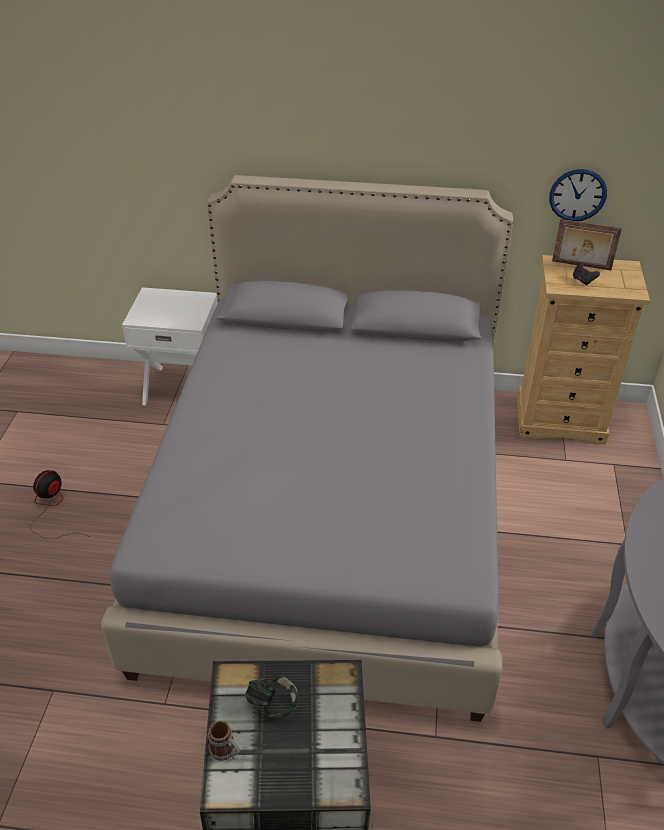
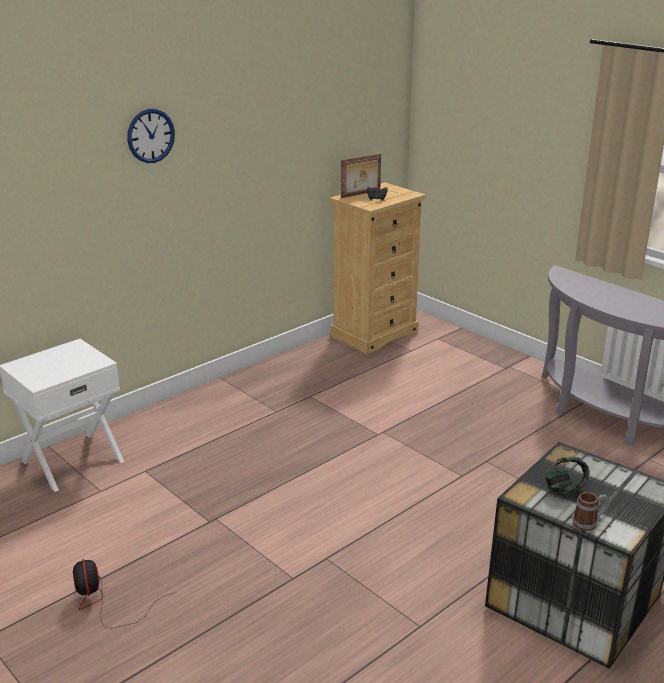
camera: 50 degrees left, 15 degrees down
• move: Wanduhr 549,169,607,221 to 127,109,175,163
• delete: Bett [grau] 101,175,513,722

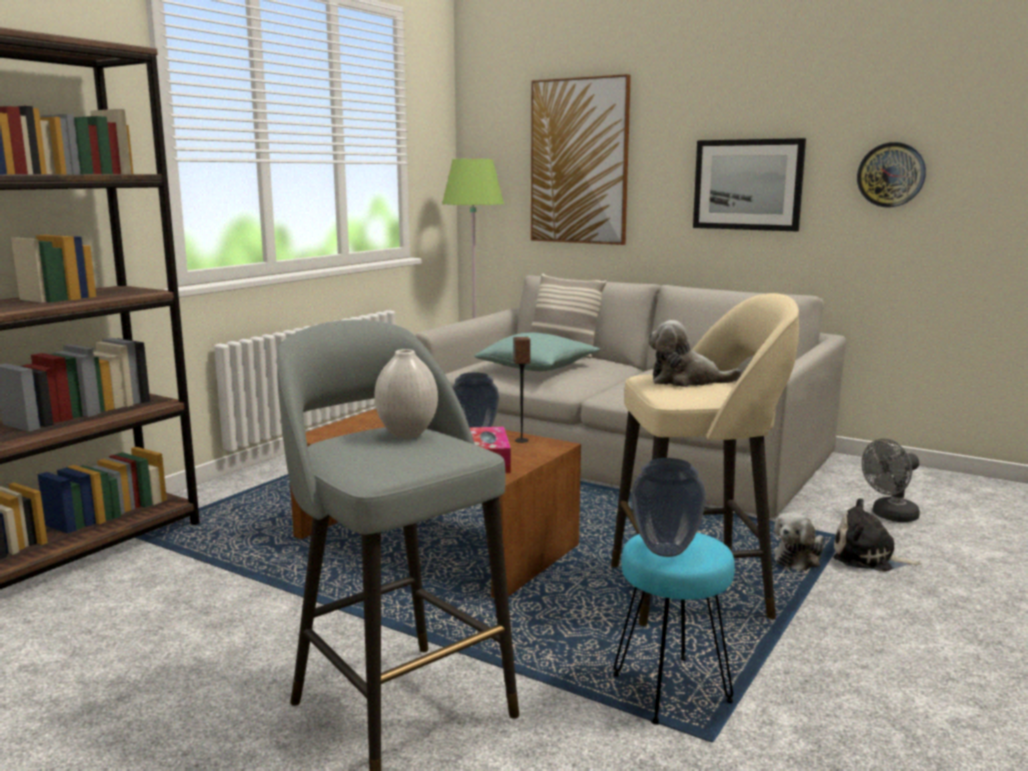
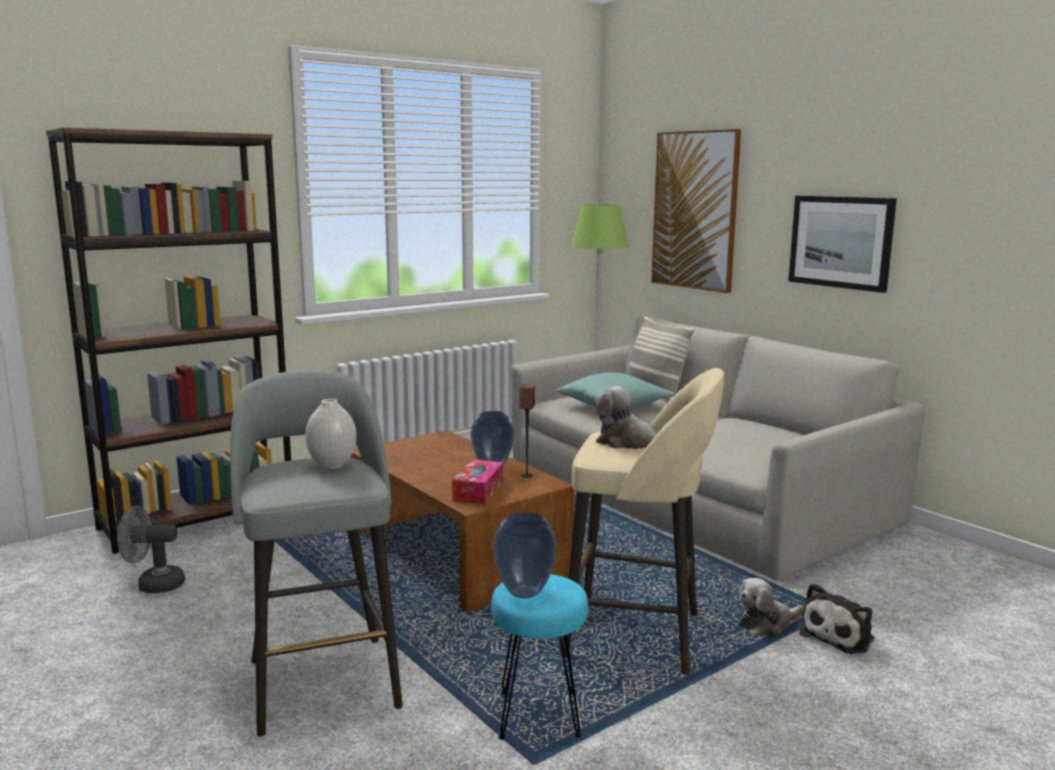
camera: 20 degrees right, 0 degrees up
• delete: Wanduhr 857,142,926,207
• move: Ventilator [grau] 862,439,920,522 to 117,506,185,593
• rotate: Plüschtier 833,498,922,572 = 800,583,874,654 90 degrees counterclockwise

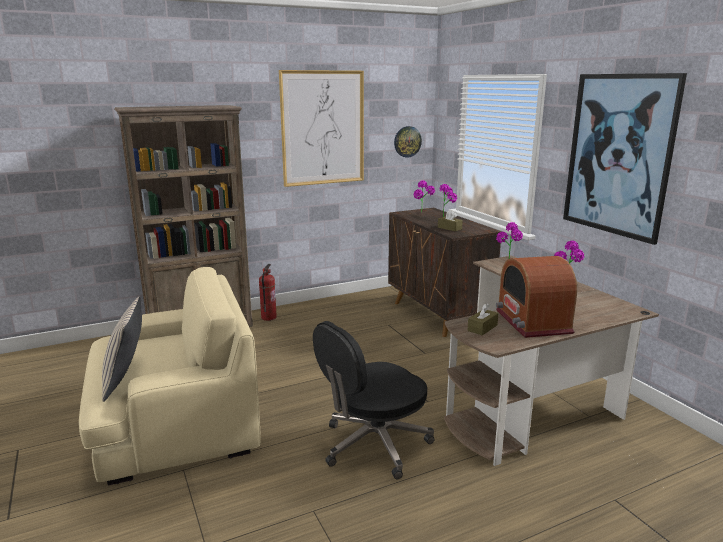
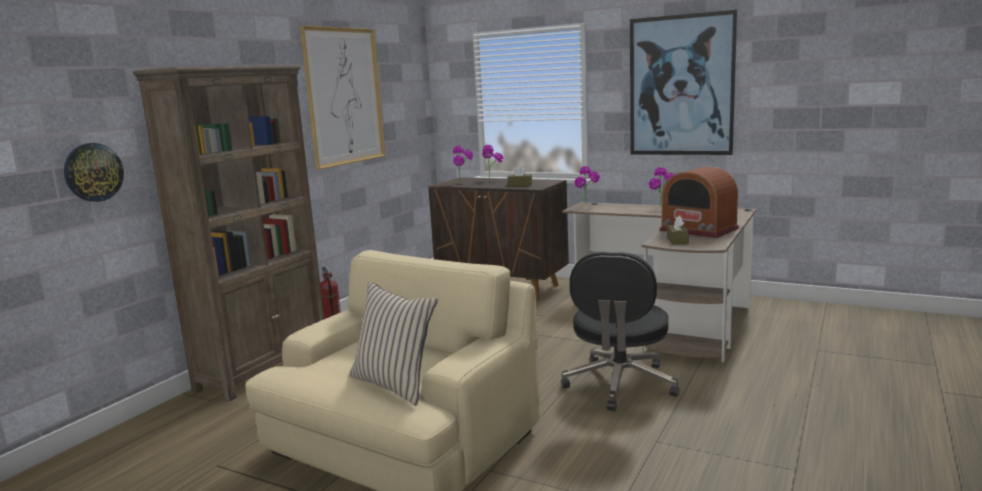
camera: 35 degrees left, 5 degrees down
• move: Wanduhr 394,126,422,158 to 64,143,124,202

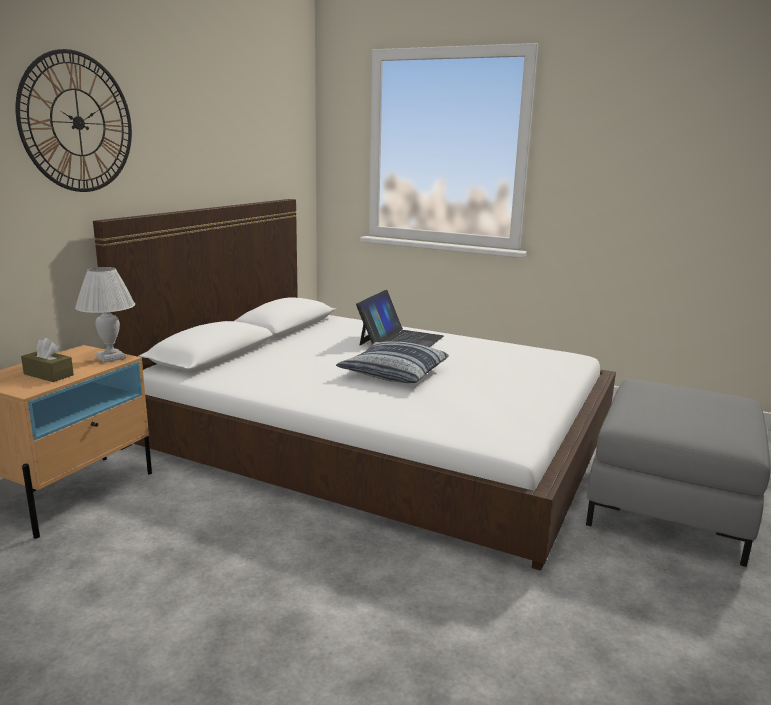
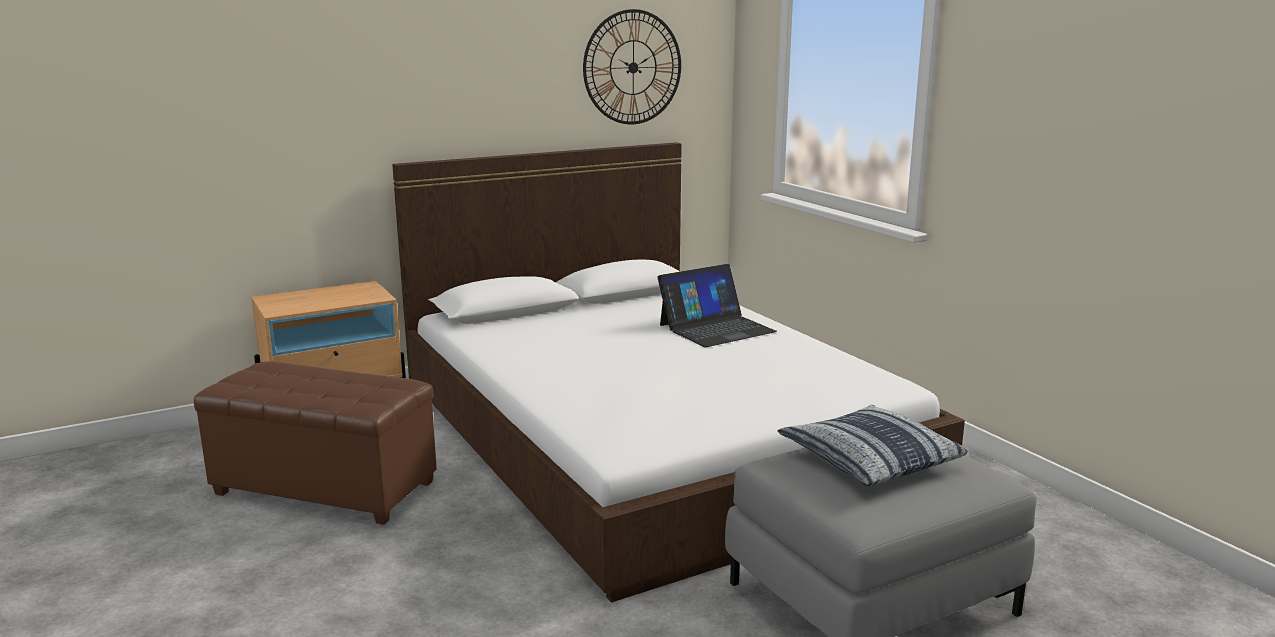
camera: 35 degrees right, 0 degrees up
• move: Wanduhr 16,49,132,192 to 583,9,681,124
• delete: Tischlampe [weiß] 75,267,135,363
• delete: Taschentuchbox [braun] 21,338,74,382
• move: Kissen 336,342,448,383 to 777,405,968,486
• insert: Polsterhocker [braun] 194,361,437,525

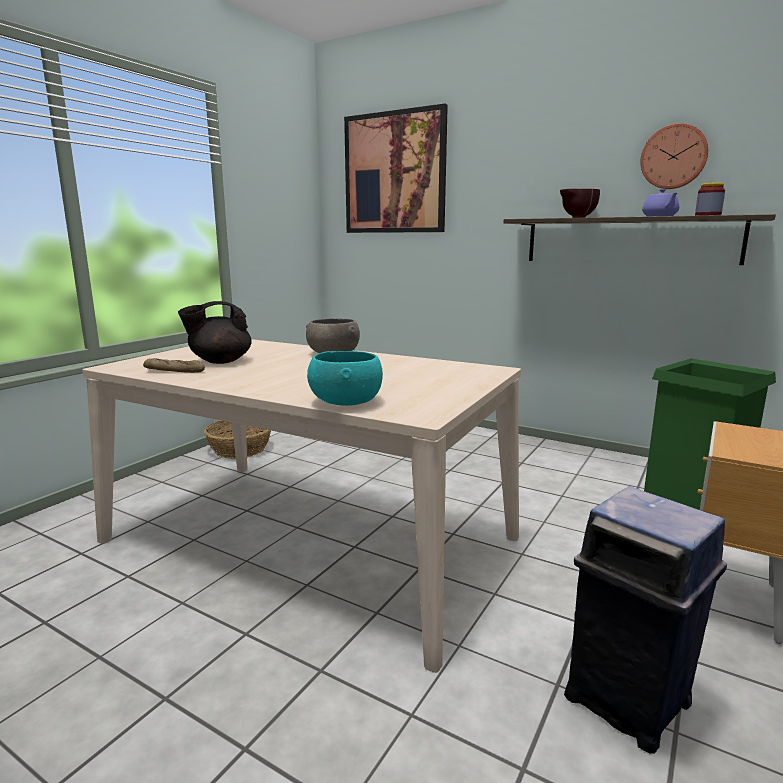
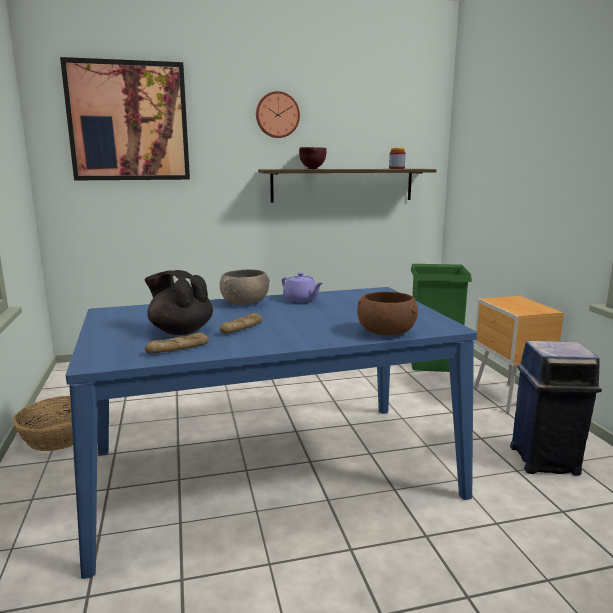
camera: 45 degrees left, 0 degrees up
• move: Wanduhr 640,123,709,189 to 256,91,300,138
• move: Teekanne [lila] 642,189,679,216 to 282,272,323,302
• rotate: Teekanne [schwarz] 178,301,252,364 = 144,270,213,335 105 degrees clockwise
• recolor: Esstisch [beige] 82,339,521,673 to Esstisch [blau] 66,287,477,579
• recolor: Schüssel [türkis] 307,351,383,406 to Schüssel [braun] 357,292,418,335
• insert: Brot 220,313,262,333

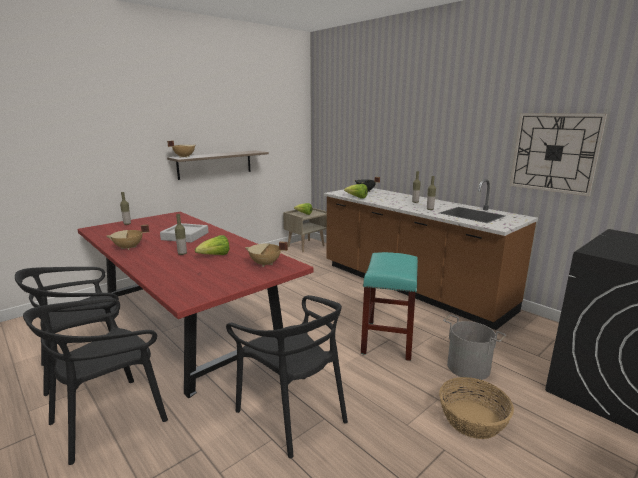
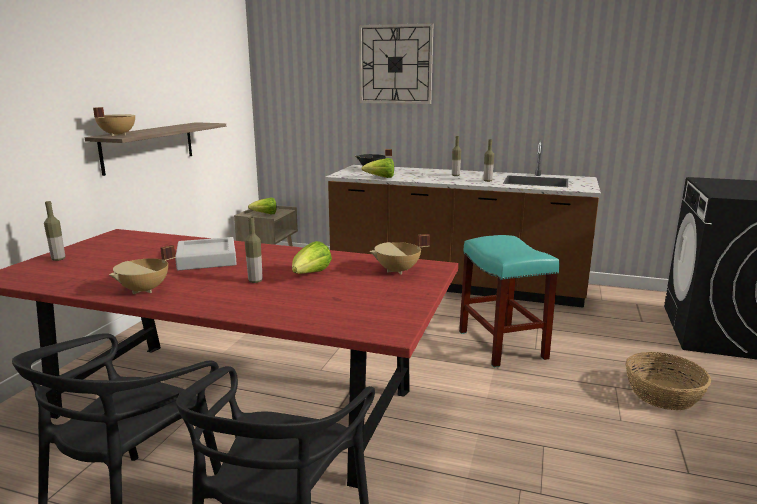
camera: 30 degrees left, 0 degrees up
• move: Wanduhr 510,113,607,196 to 359,23,434,104
• delete: Stuhl [schwarz] 226,295,348,458
• delete: Eimer [grau] 443,315,506,380

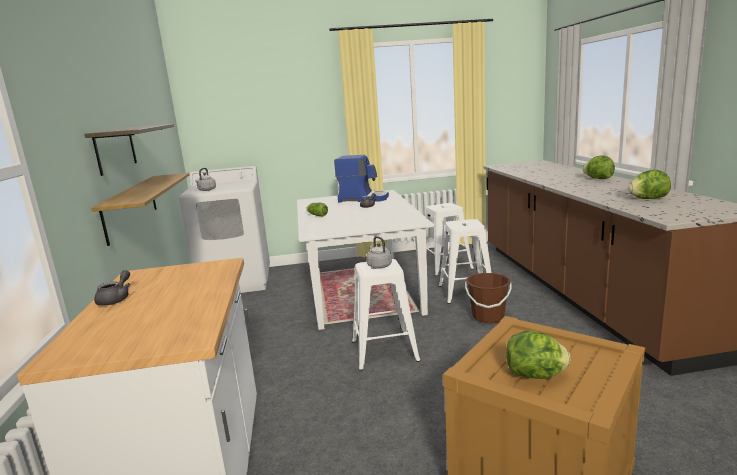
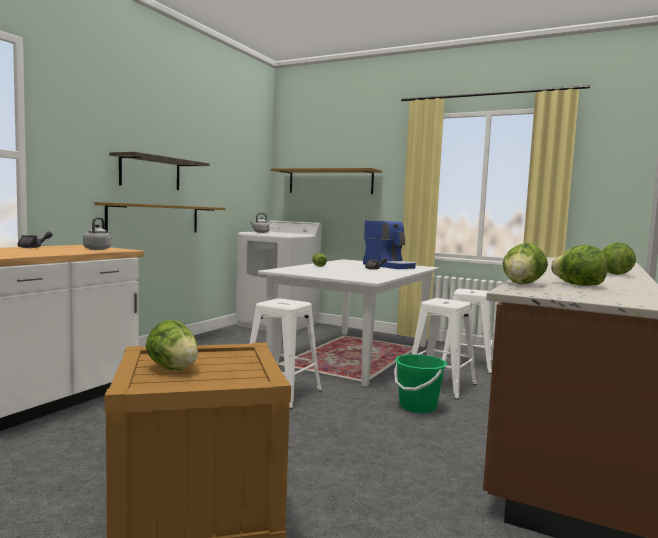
camera: 35 degrees right, 10 degrees down
• move: Wasserkessel [grau] 367,236,392,268 to 83,217,111,250
• recolor: Eimer [braun] 465,273,511,323 to Eimer [grün] 394,354,447,413
• insert: Wandregal 270,168,382,194
• insert: Salatkopf 503,243,548,284

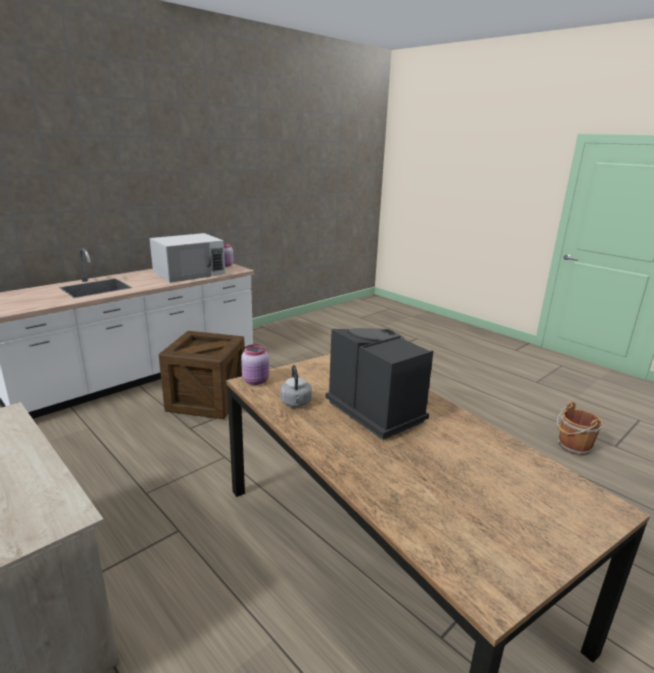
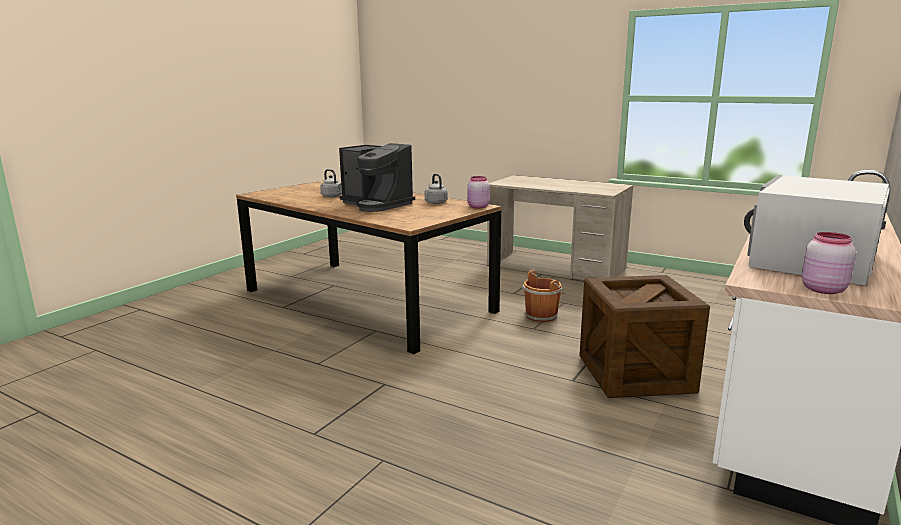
camera: 165 degrees right, 5 degrees down
• move: Eimer [braun] 557,402,603,455 to 522,271,565,322
• insert: Wasserkessel [grau] 320,169,342,197

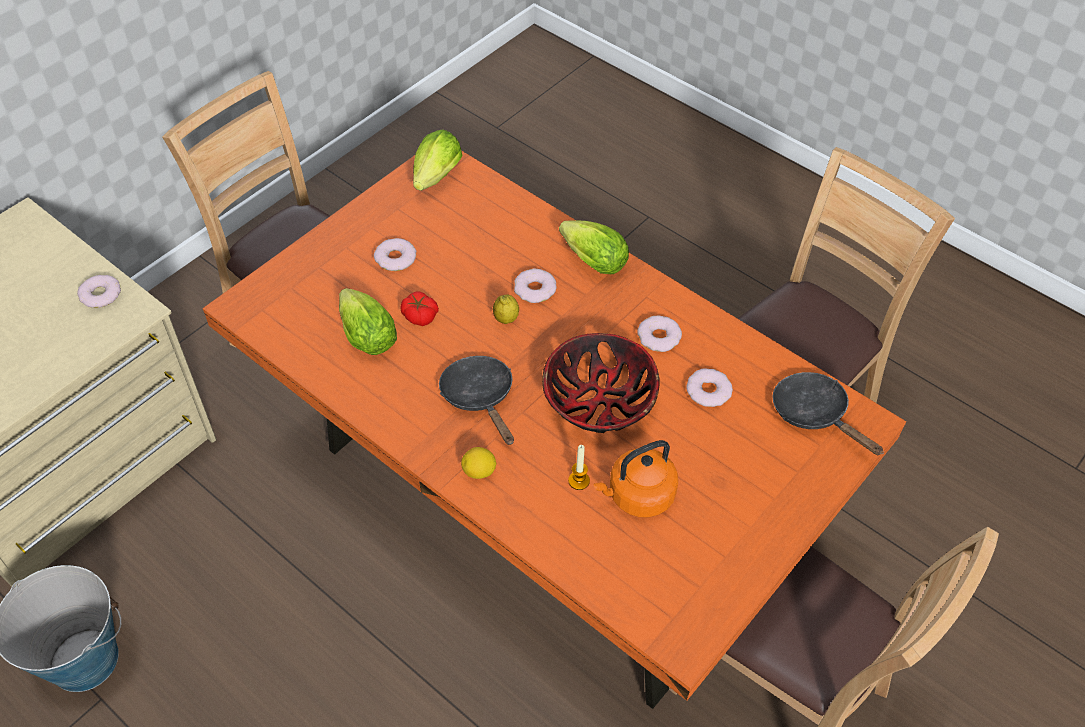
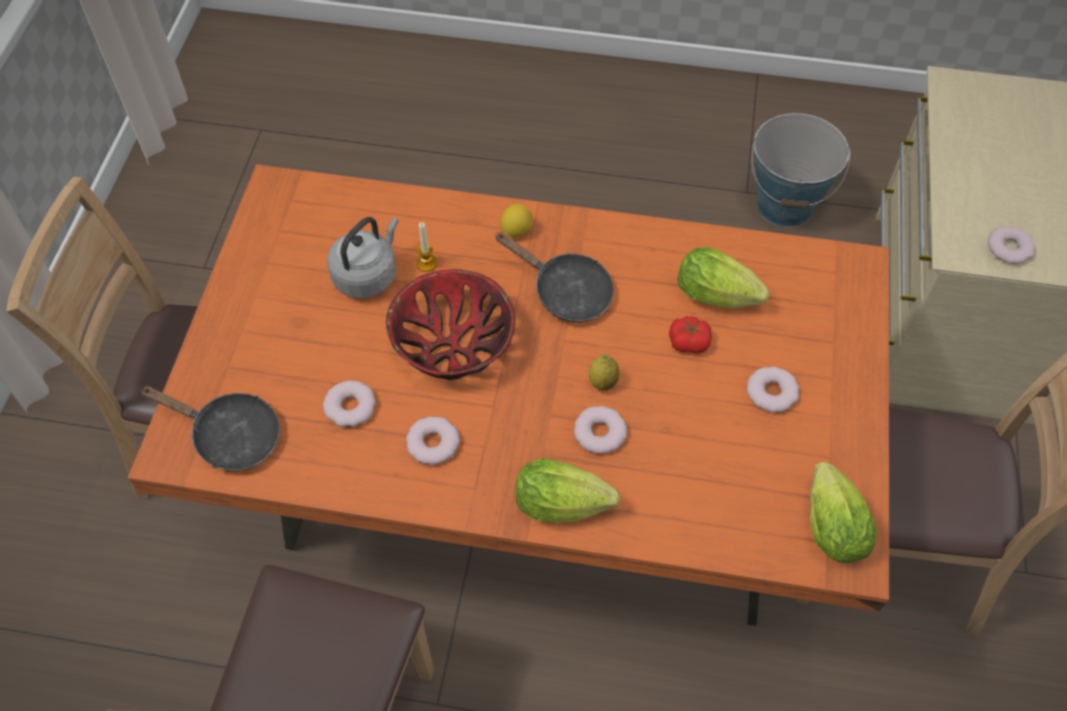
camera: 150 degrees right, 5 degrees up
• recolor: Wasserkessel [orange] 594,440,678,518 to Wasserkessel [grau] 327,217,399,298

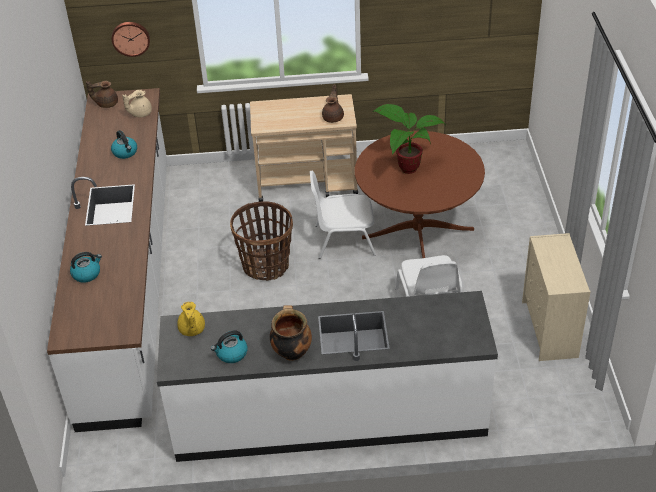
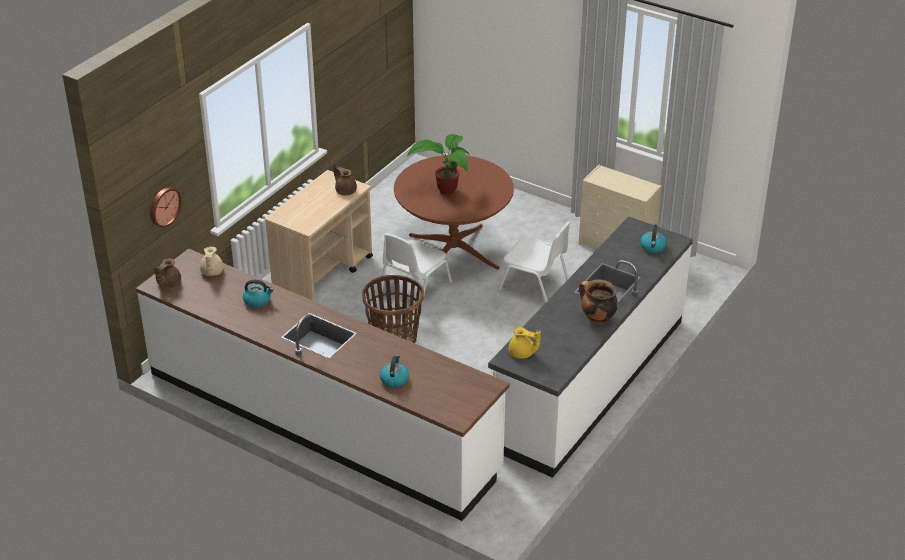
camera: 55 degrees left, 5 degrees down
• move: Wasserkessel 211,331,248,363 to 640,224,667,253

